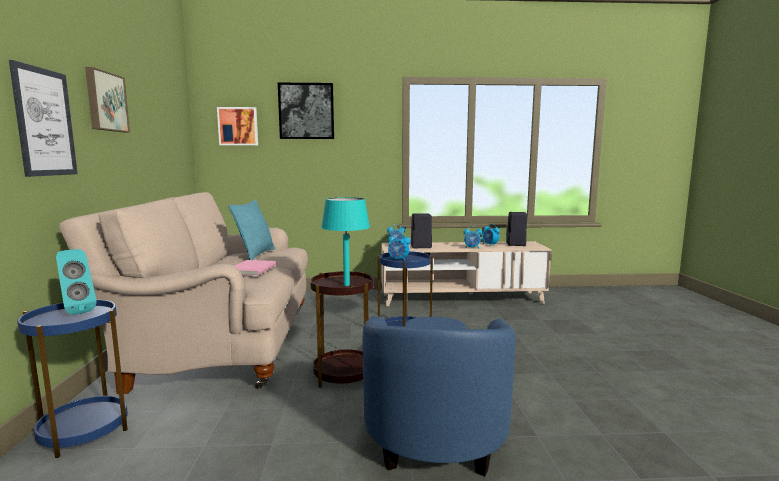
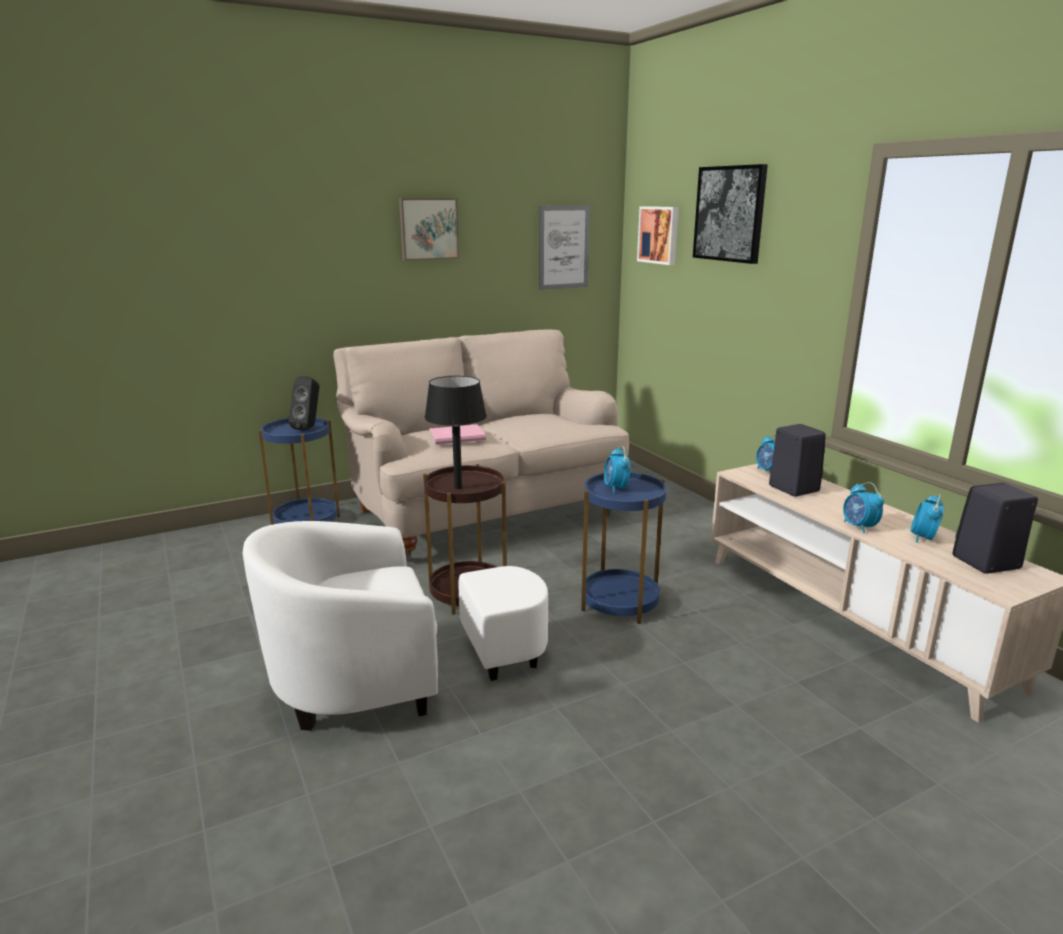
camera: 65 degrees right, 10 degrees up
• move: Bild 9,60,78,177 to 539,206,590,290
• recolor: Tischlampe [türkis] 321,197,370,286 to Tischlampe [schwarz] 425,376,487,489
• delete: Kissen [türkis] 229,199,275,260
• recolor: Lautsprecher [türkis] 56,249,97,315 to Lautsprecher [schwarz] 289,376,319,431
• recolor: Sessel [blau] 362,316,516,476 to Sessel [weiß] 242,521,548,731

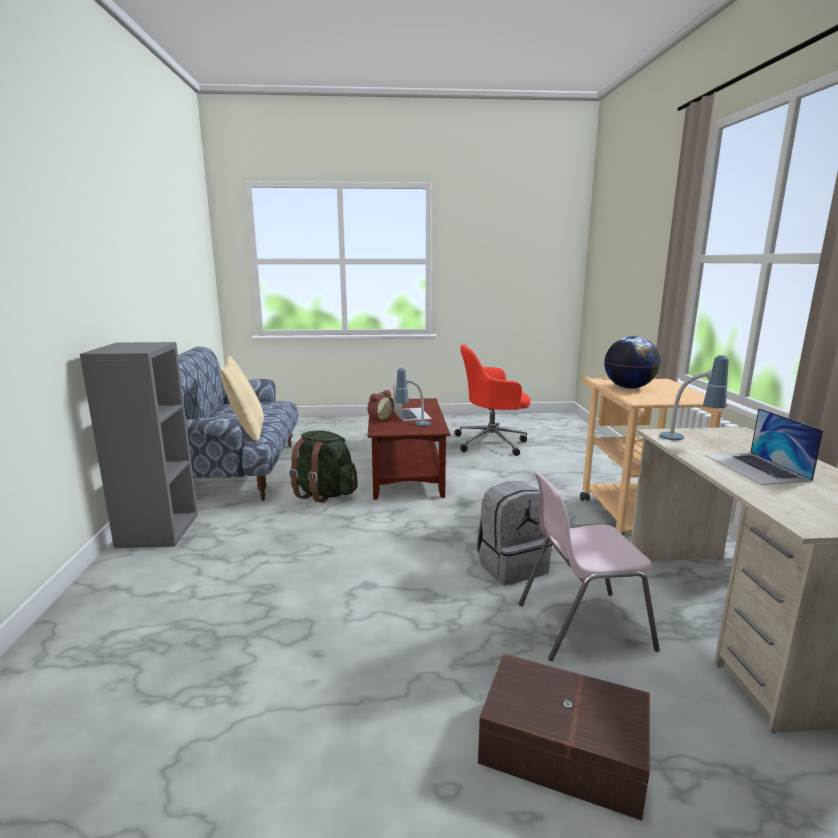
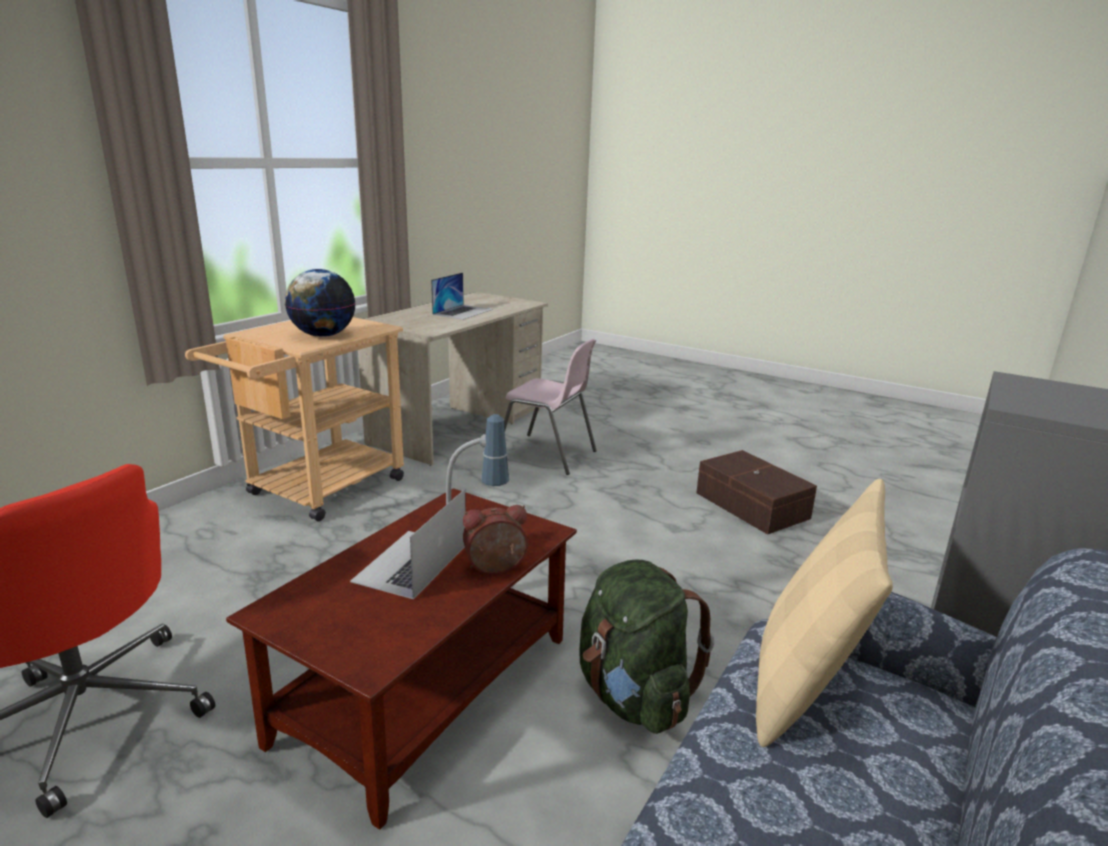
camera: 145 degrees left, 5 degrees up
• delete: Tischlampe 660,355,729,440
• delete: Rucksack [grau] 477,481,553,585
• move: Aufbewahrungsbox [braun] 478,653,650,821 to 696,450,817,535

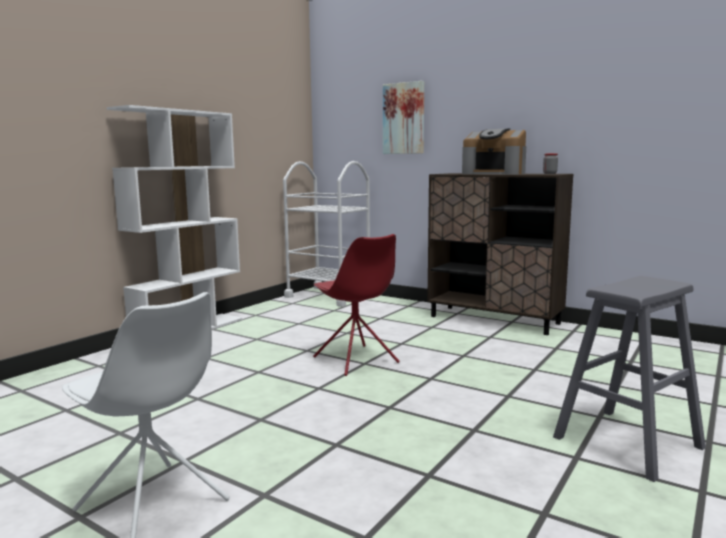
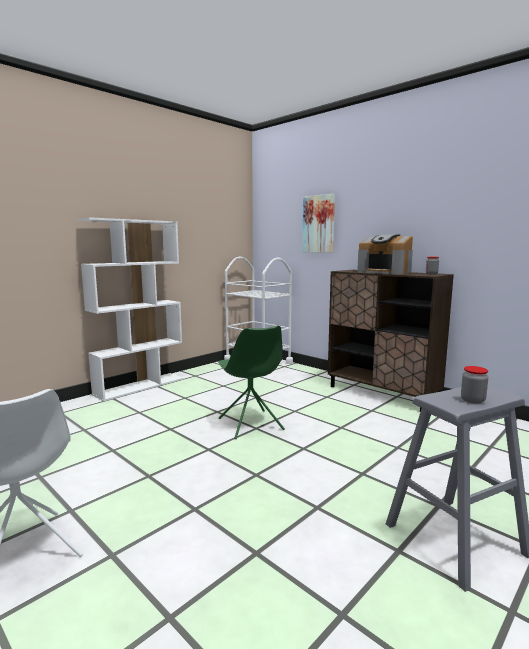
camera: 10 degrees right, 0 degrees up
• recolor: Stuhl [rot] 313,234,400,376 to Stuhl [grün] 218,325,285,439
• insert: Vorratsglas 461,366,488,404

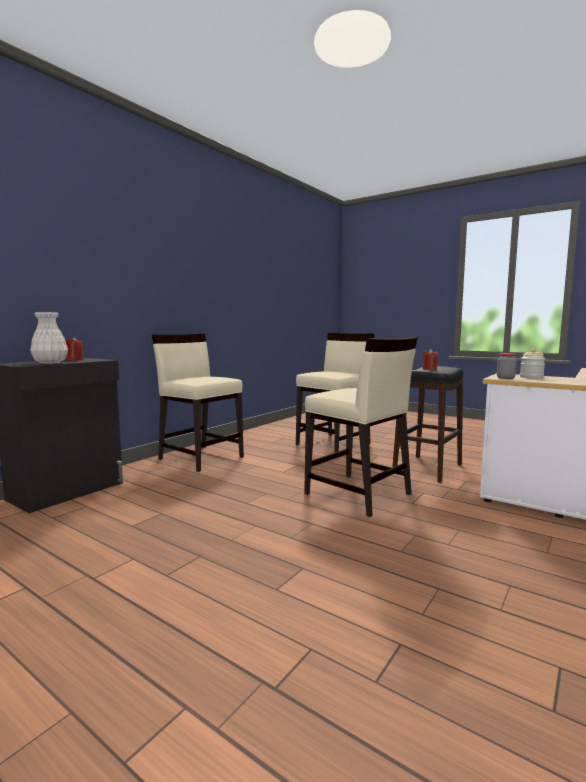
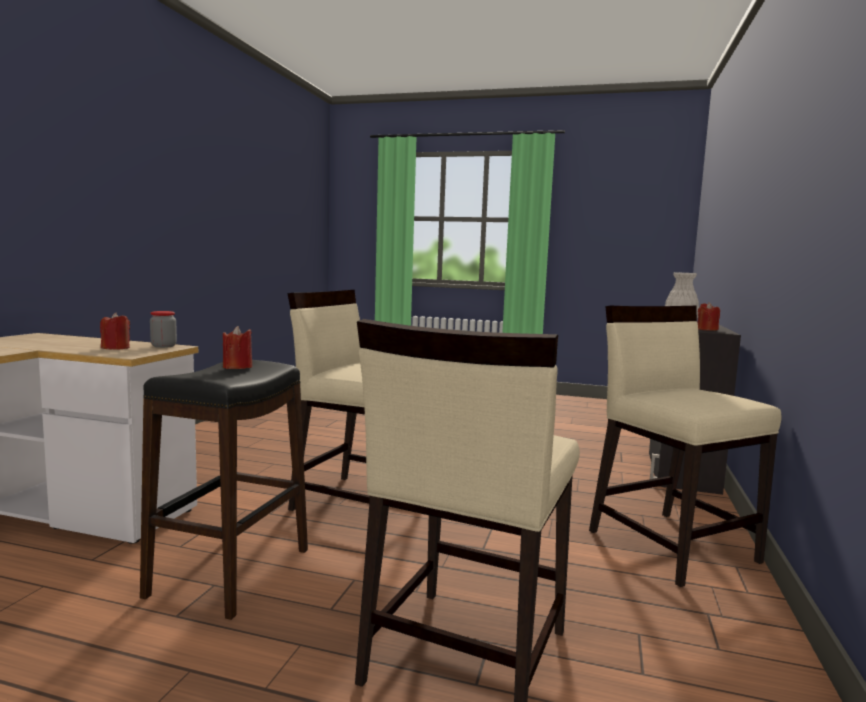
camera: 160 degrees right, 0 degrees up
• rotate: Stuhl [beige] 152,334,244,472 = 589,306,781,587 135 degrees counterclockwise
• replace: Vorratsglas 520,349,545,379 to Kerze [rot] 100,312,130,350

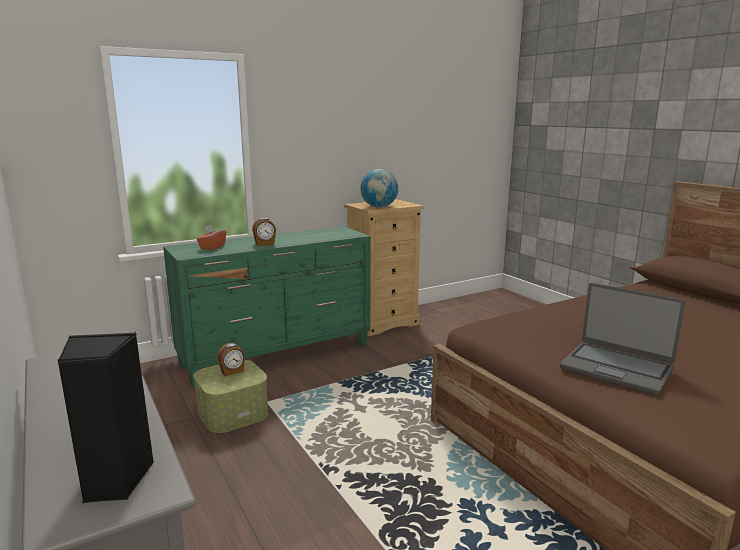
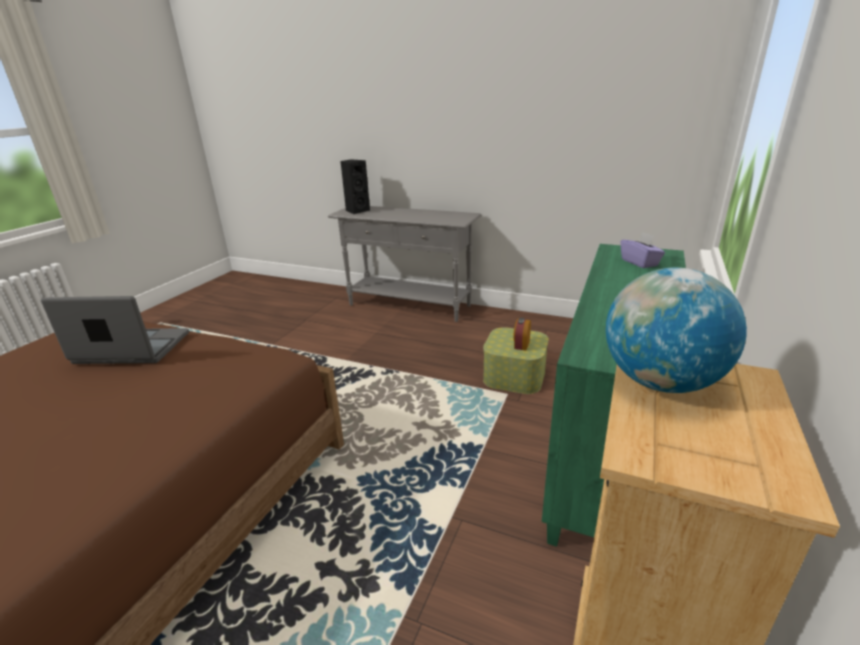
camera: 145 degrees right, 10 degrees up
• delete: Wecker 252,218,276,246
• recolor: Taschentuchbox [orange] 197,224,226,250 to Taschentuchbox [lila] 621,232,665,268

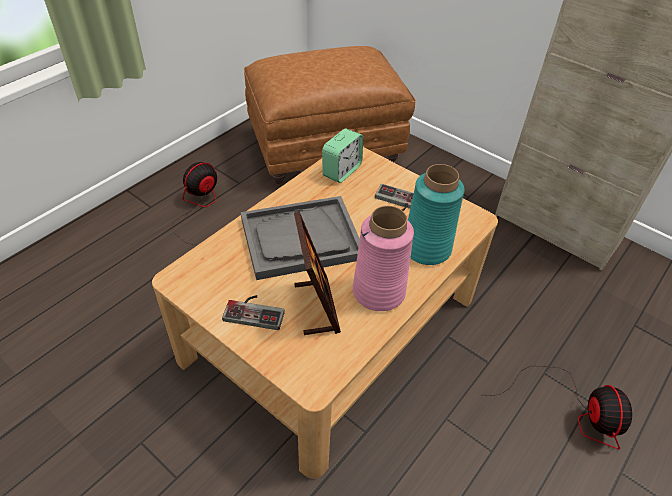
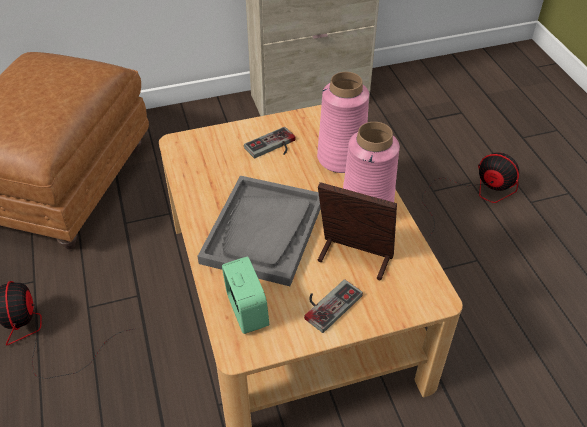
camera: 55 degrees left, 0 degrees up
• move: Wecker 322,129,363,183 to 222,256,269,334
• recolor: Vase [türkis] 408,164,465,265 to Vase [rosa] 317,72,369,173

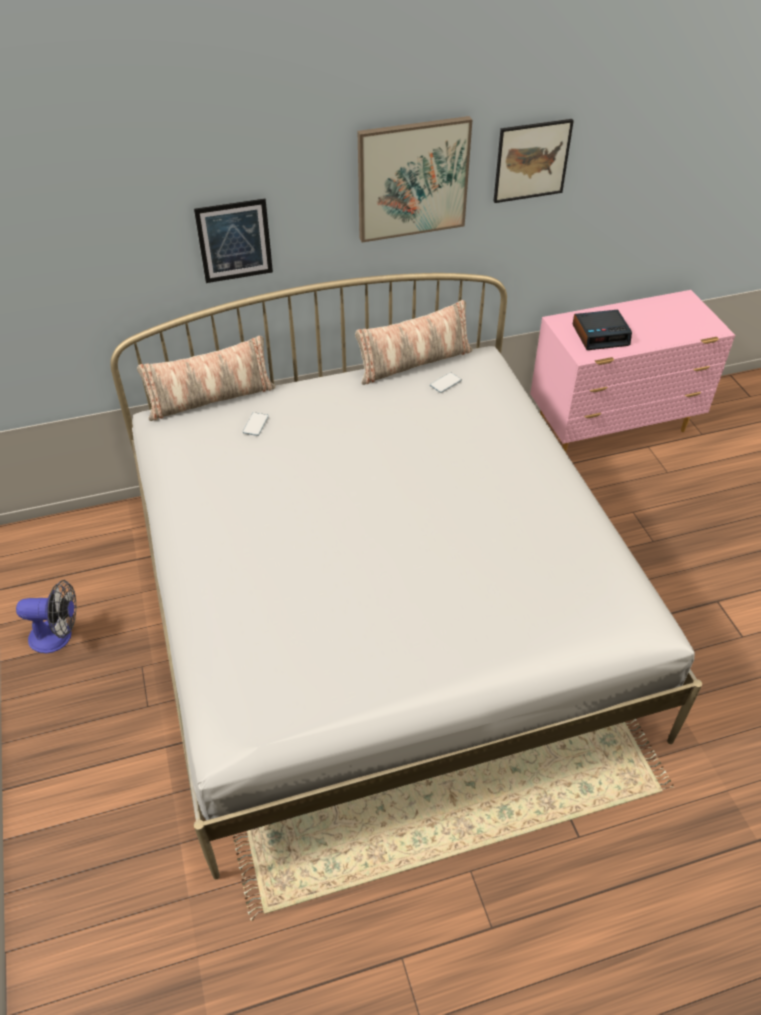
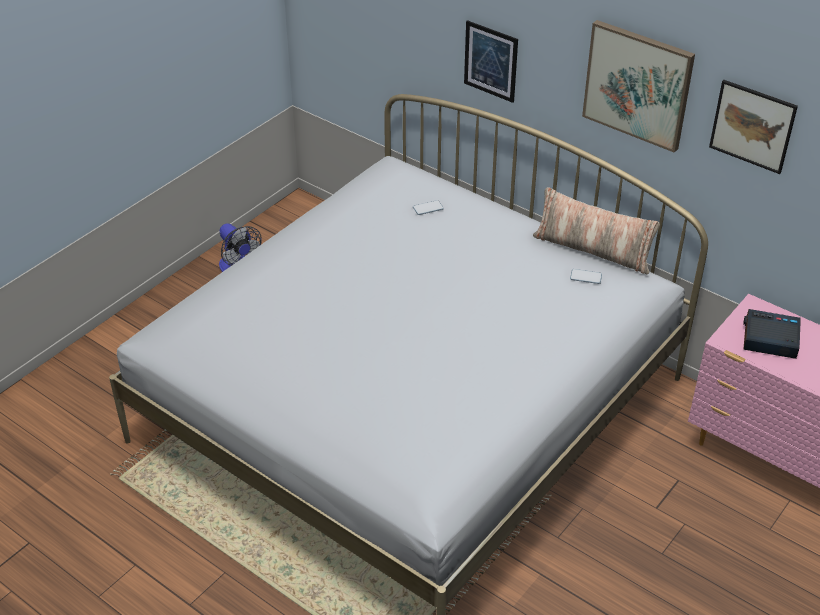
camera: 55 degrees right, 5 degrees down
• rotate: Wecker 572,310,632,350 = 743,309,801,359 150 degrees clockwise
• delete: Kissen 137,336,275,421

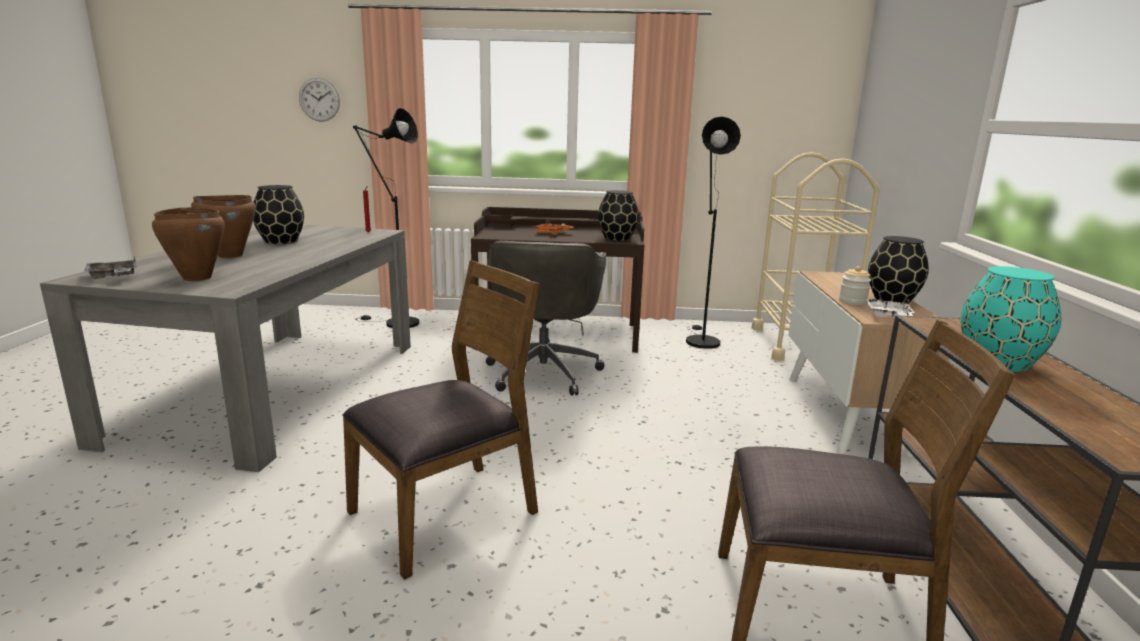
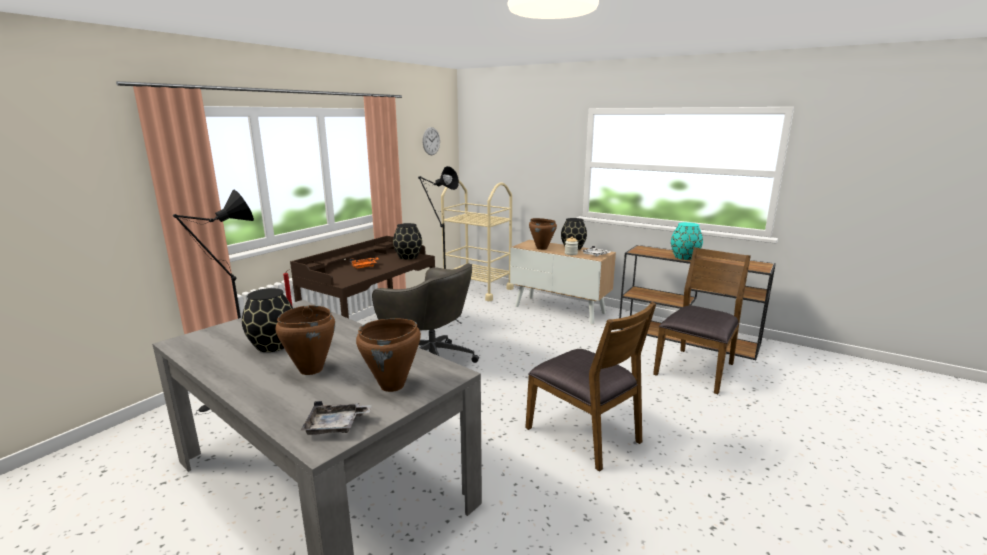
camera: 60 degrees left, 0 degrees up
• move: Wanduhr 299,78,340,122 to 422,127,440,155
• rotate: Stuhl [braun] 342,260,540,580 = 525,302,656,472 150 degrees clockwise
• insert: Kochtopf [braun] 529,218,557,250

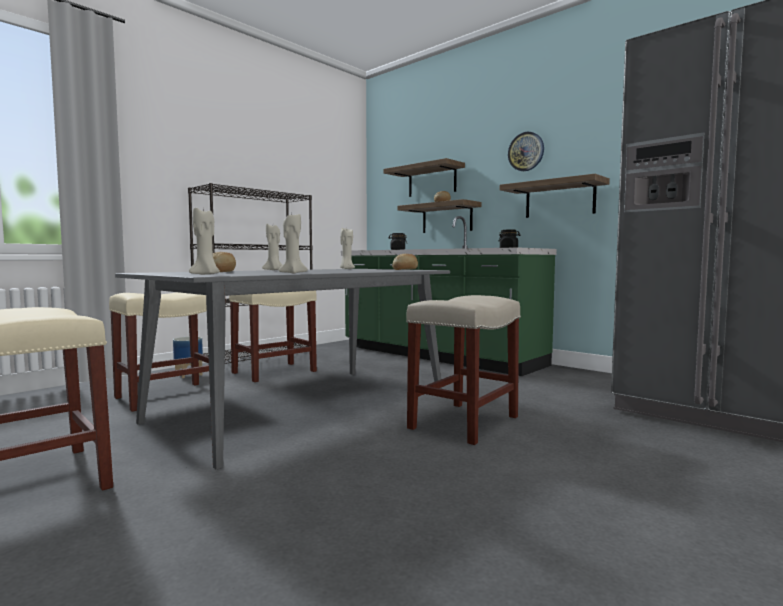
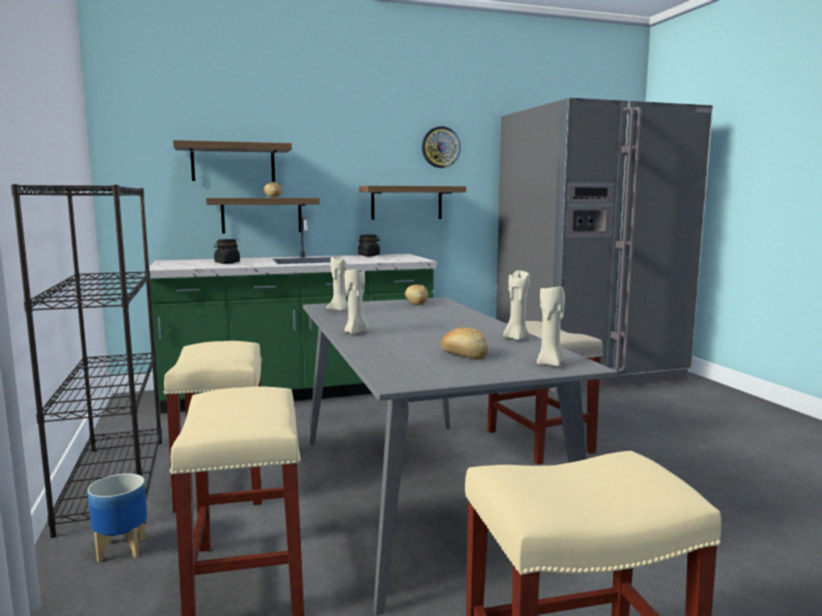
camera: 60 degrees left, 5 degrees up
• move: Wanduhr 508,132,544,171 to 422,126,461,168

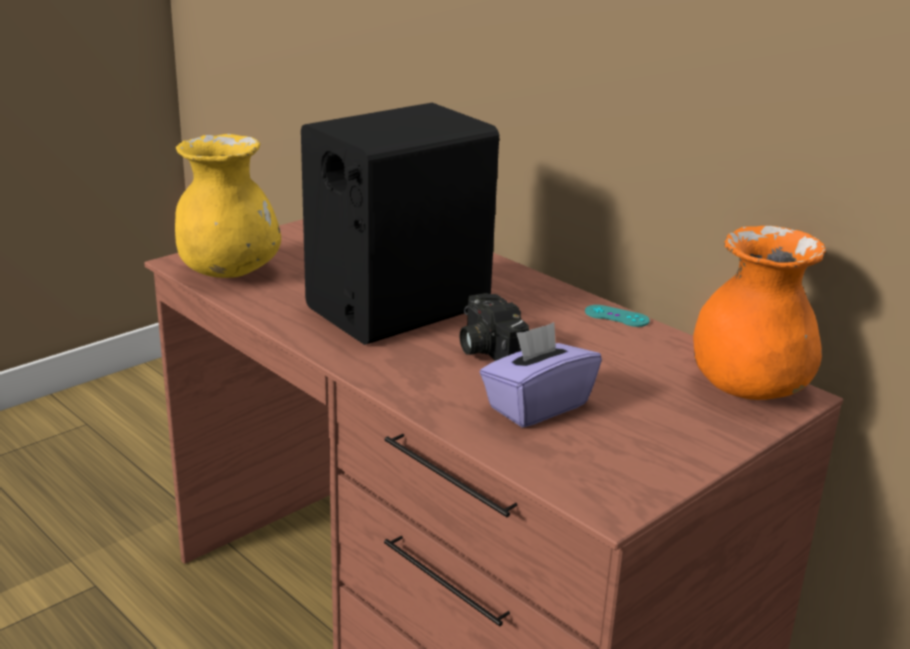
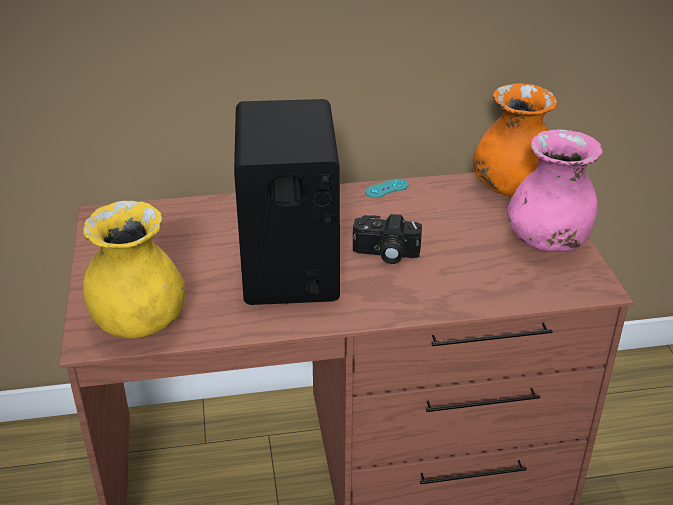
camera: 55 degrees left, 10 degrees up
• delete: Taschentuchbox [lila] 480,322,602,427
• insert: Vase [rosa] 507,129,603,252

